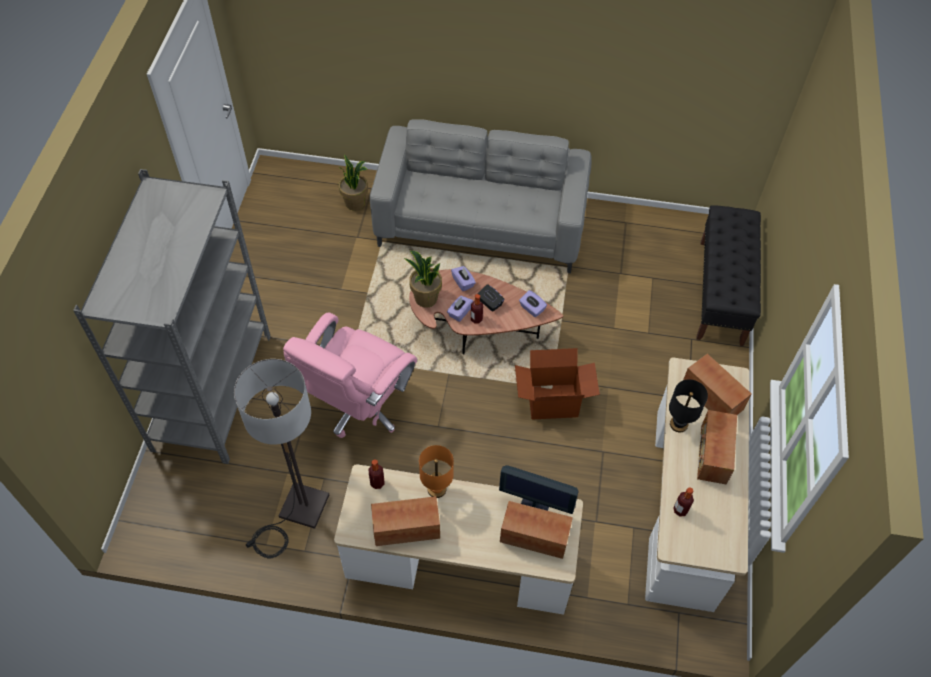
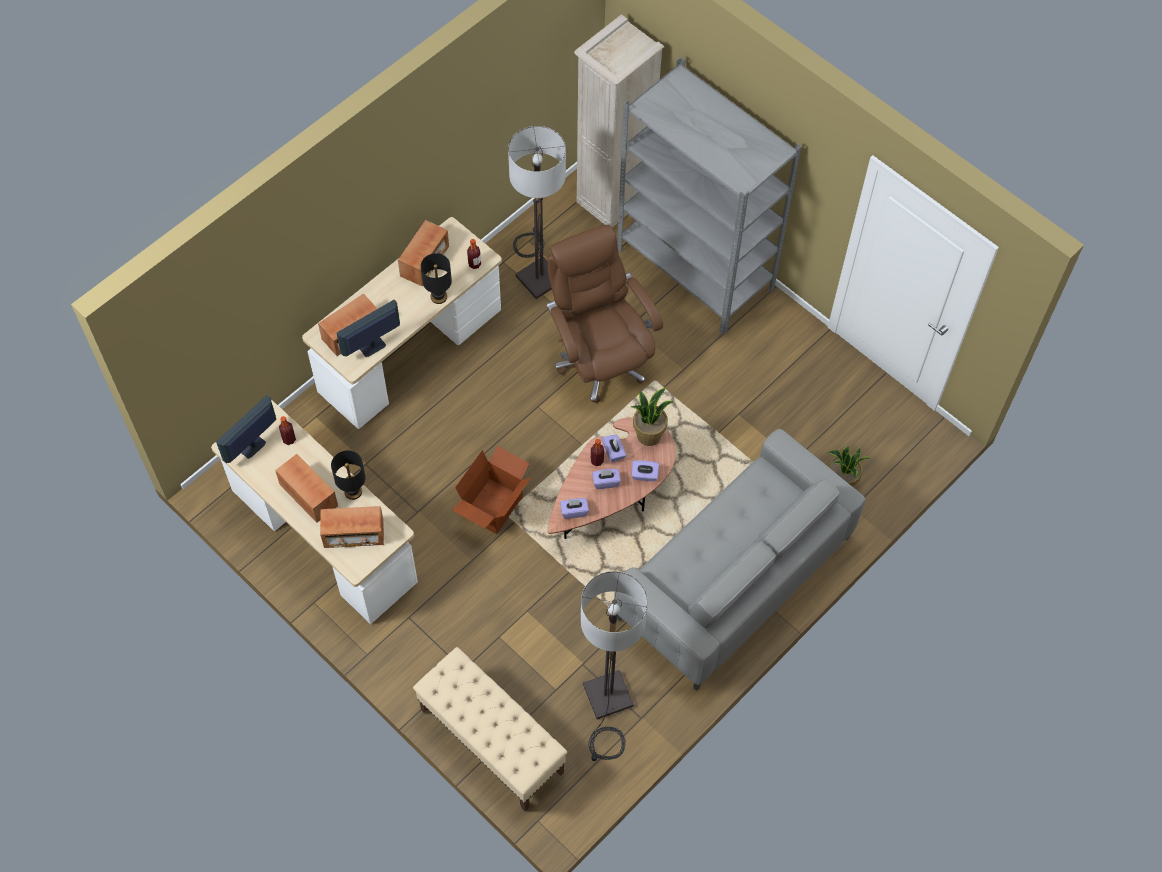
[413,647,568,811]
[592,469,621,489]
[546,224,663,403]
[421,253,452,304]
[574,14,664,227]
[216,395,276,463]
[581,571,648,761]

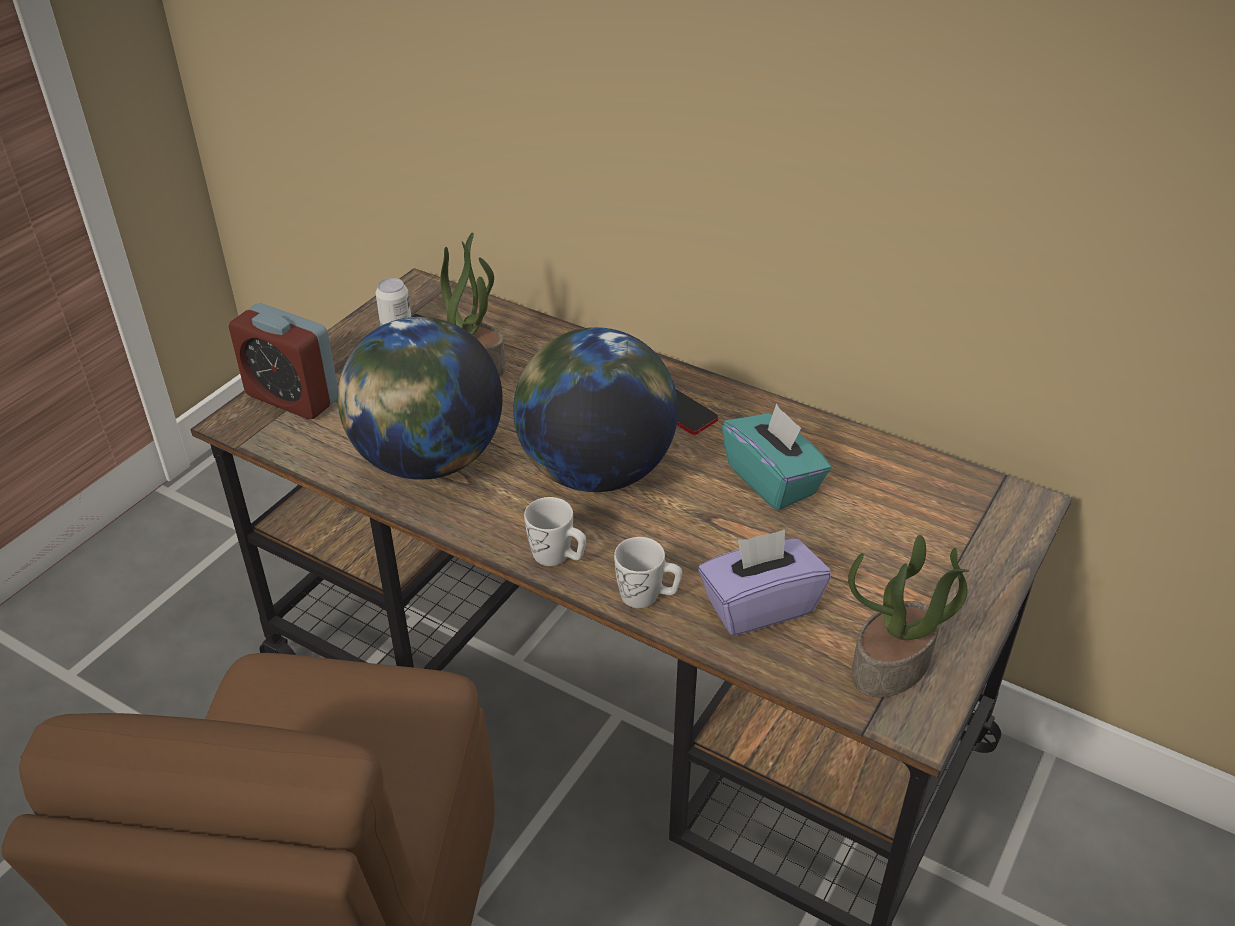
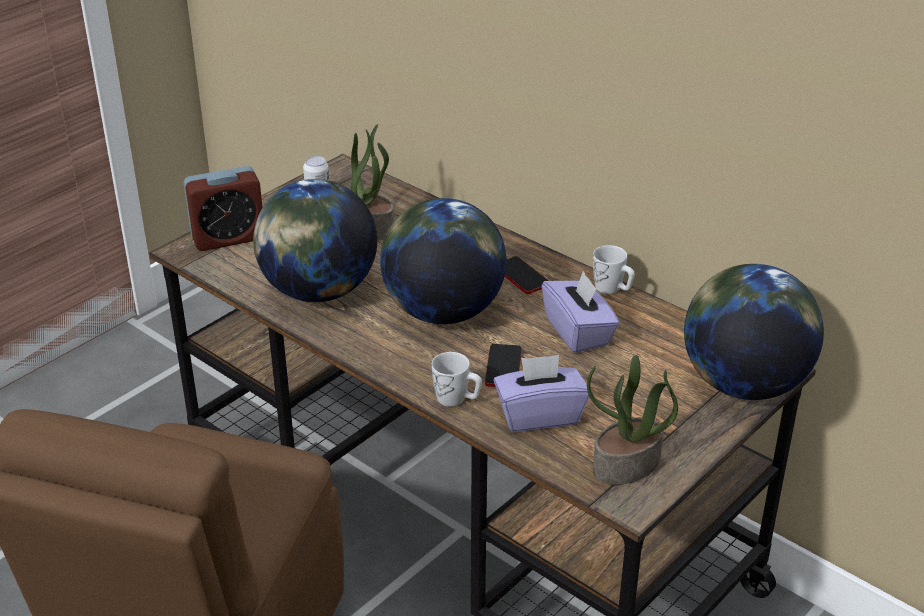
[184,166,263,251]
[542,270,619,353]
[593,245,635,294]
[684,264,824,400]
[485,344,522,387]

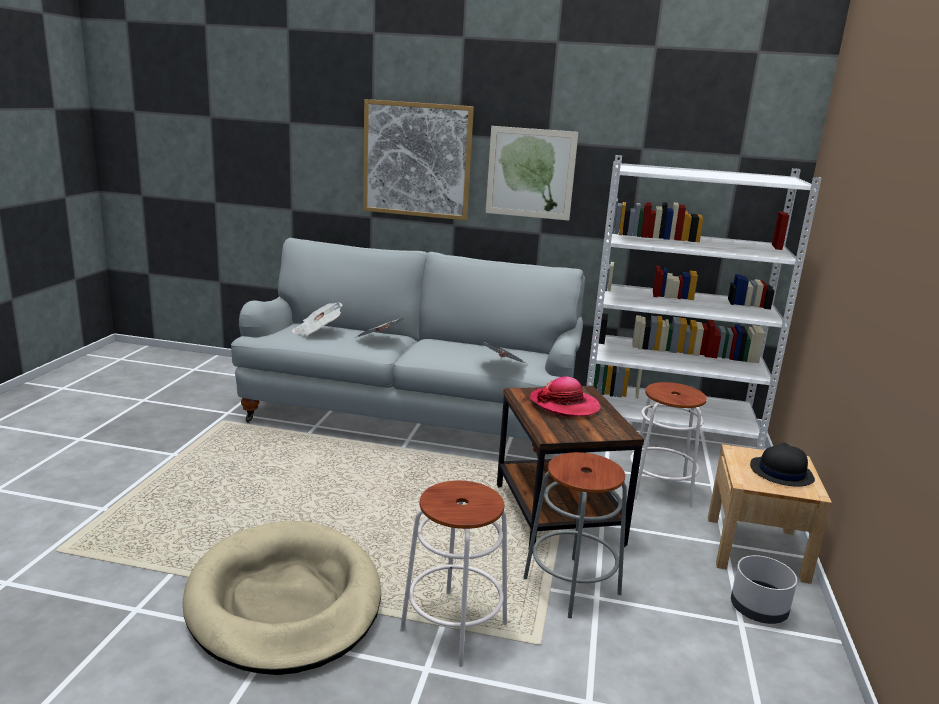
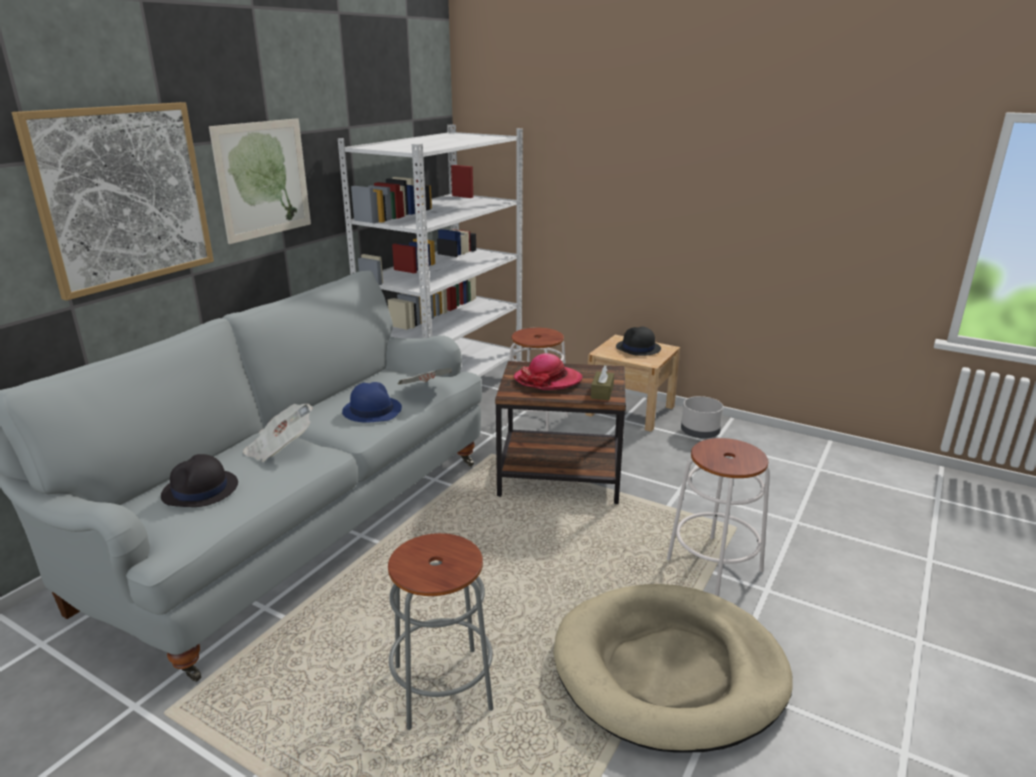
[161,454,238,507]
[388,533,493,730]
[591,365,614,400]
[342,382,402,422]

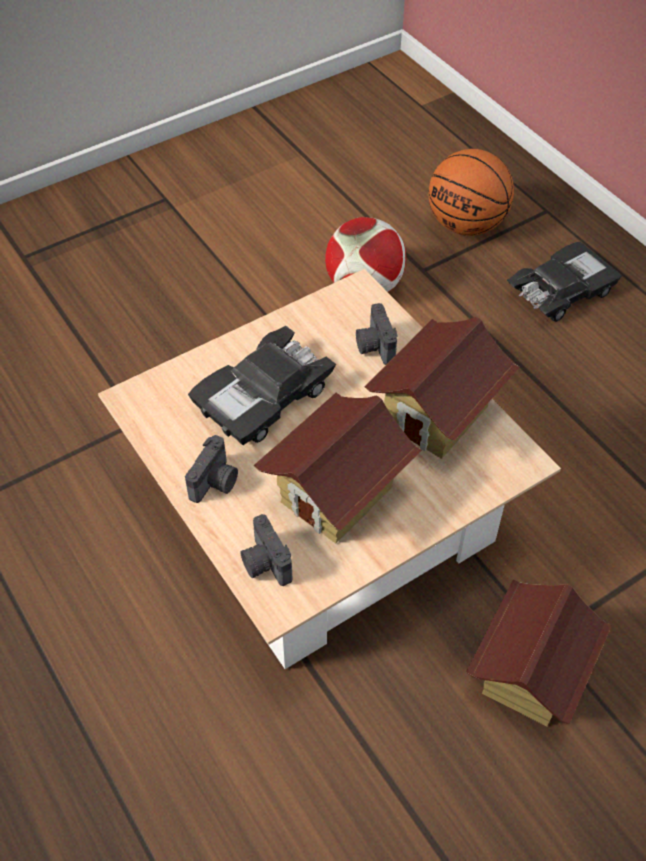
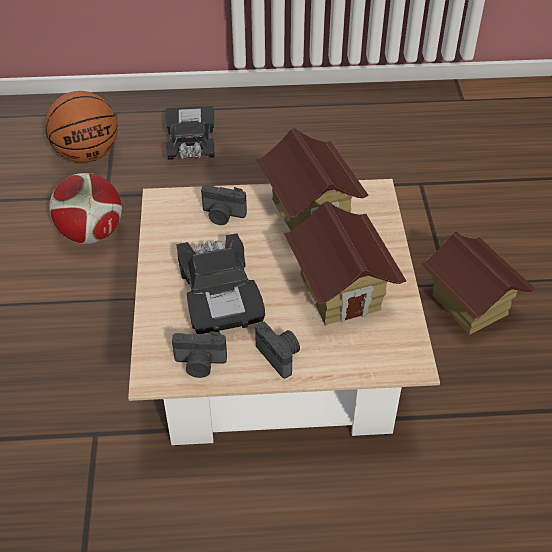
[172,331,227,378]

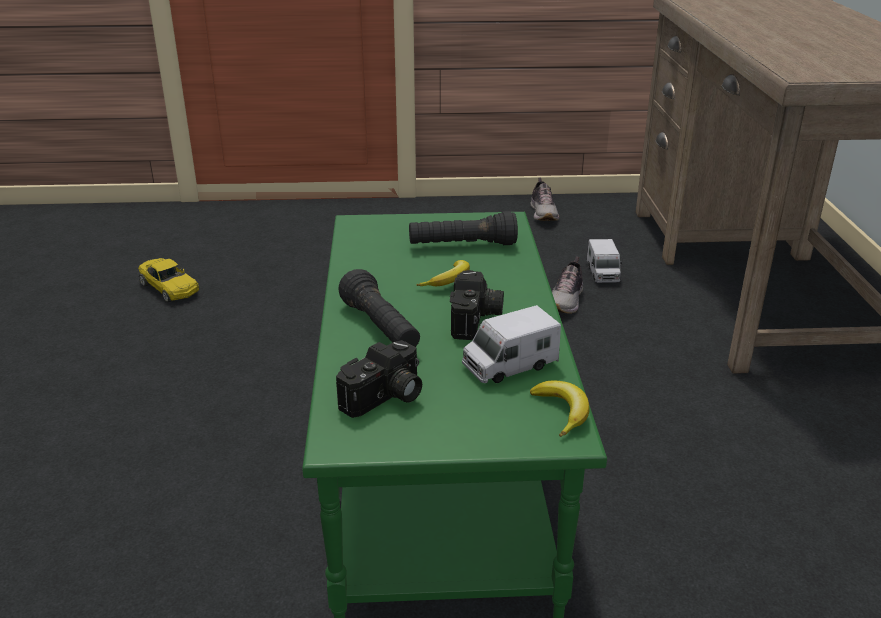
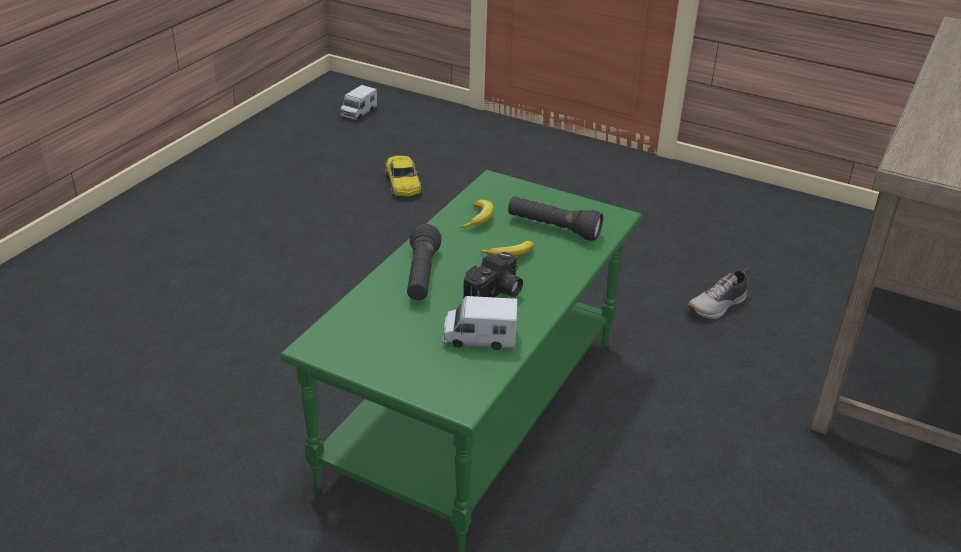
[531,177,559,221] (first image)
[340,85,378,120]
[336,340,422,418] (first image)
[460,200,494,228]

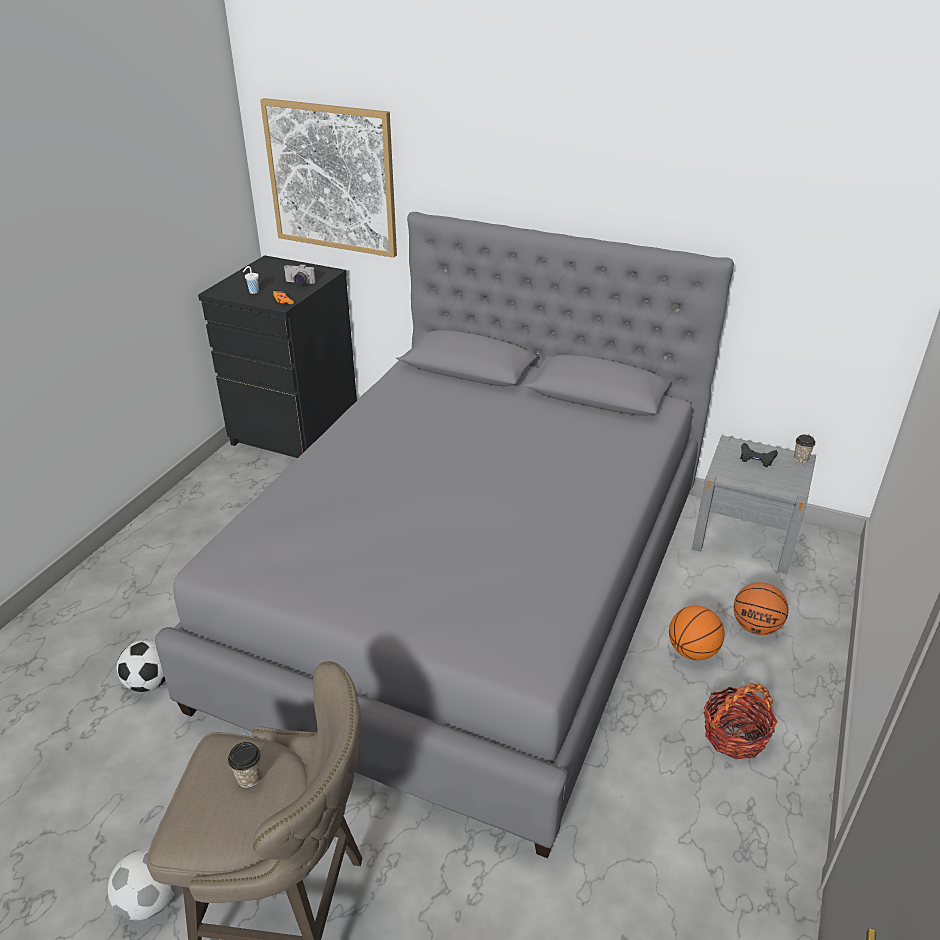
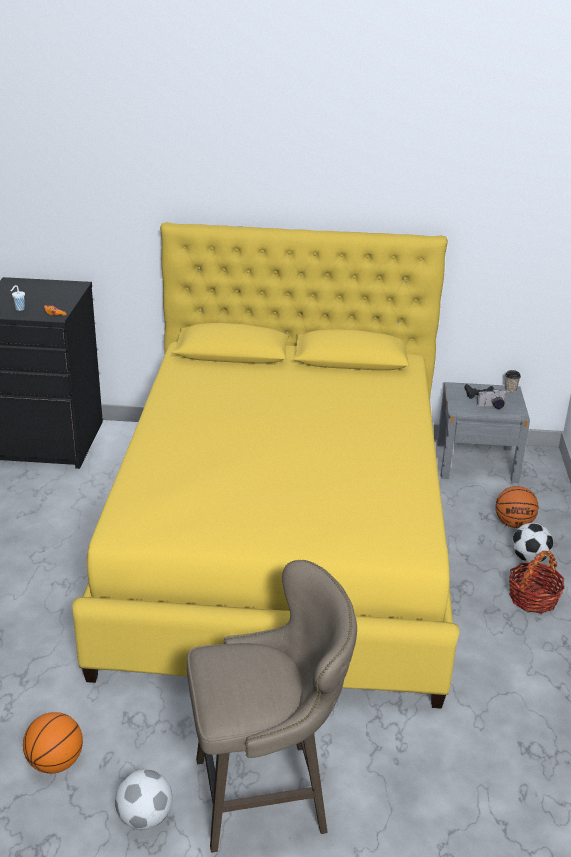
[260,98,397,258] (first image)
[72,222,460,709]
[477,389,506,409]
[23,712,83,774]
[512,523,554,562]
[228,742,261,788] (first image)

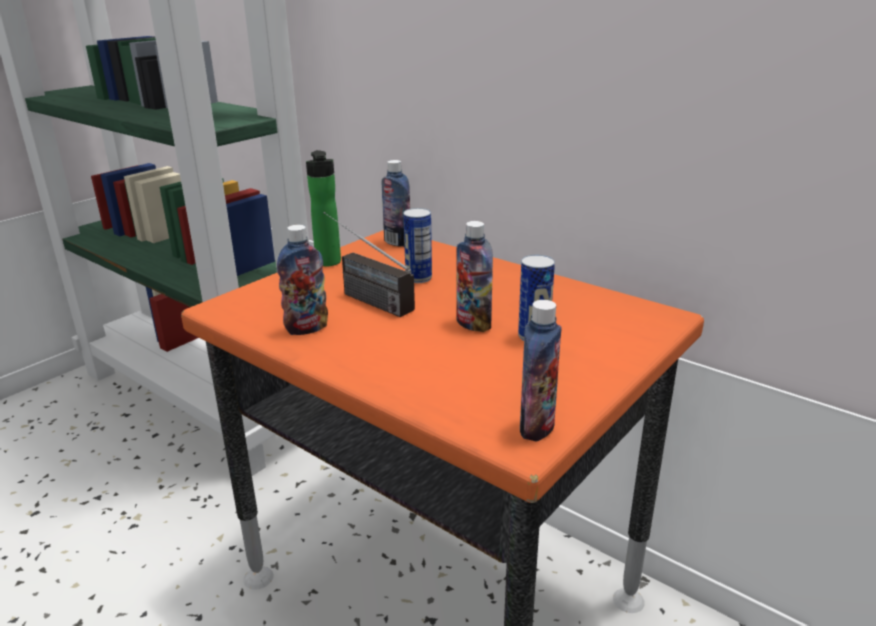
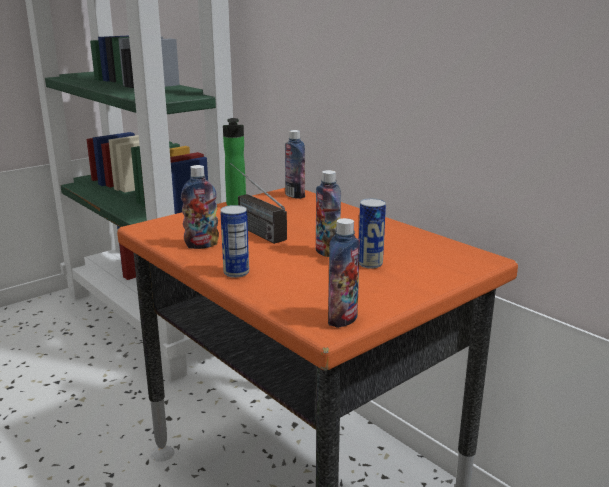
[220,205,249,278]

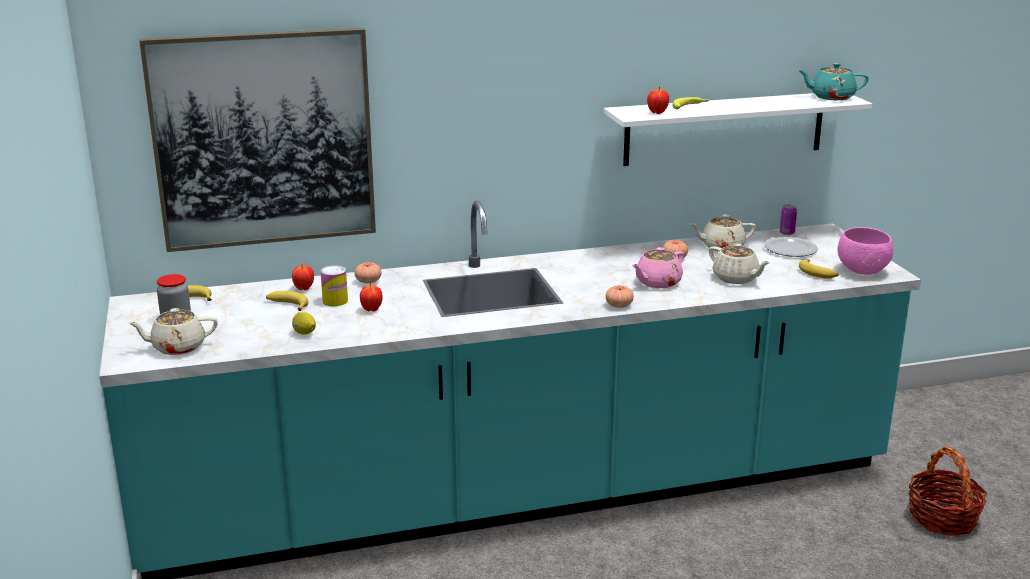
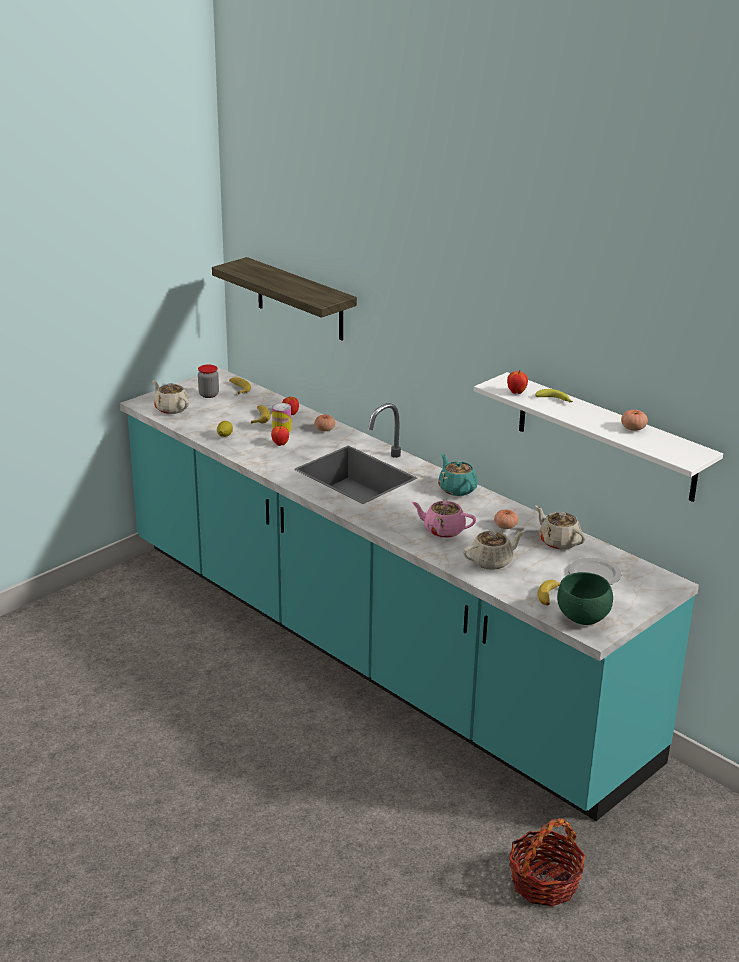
[212,257,357,341]
[438,454,478,496]
[780,204,797,235] (first image)
[557,572,613,625]
[463,530,525,570]
[621,410,648,431]

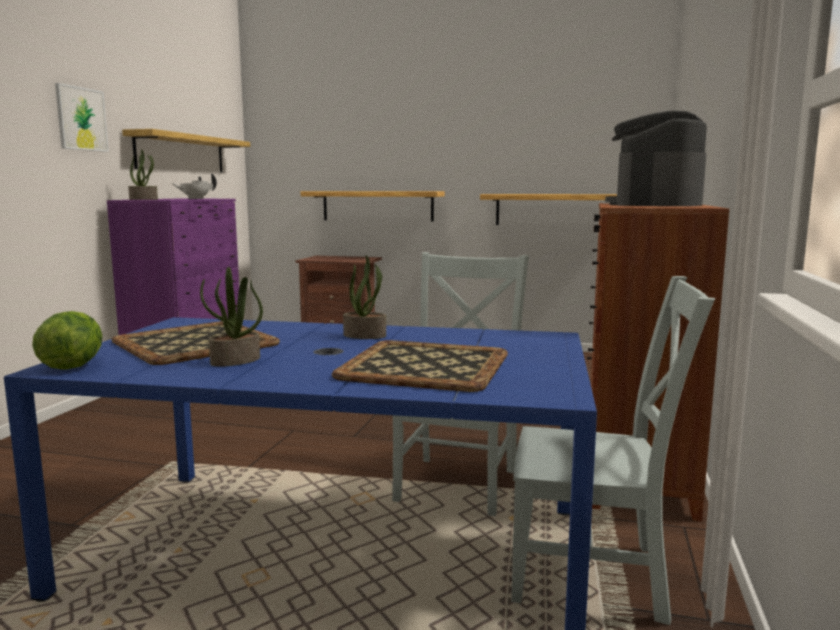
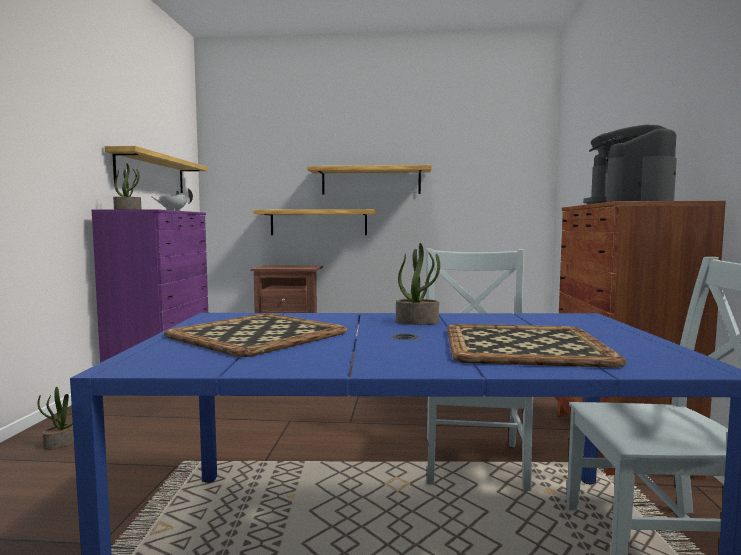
[55,83,109,152] (first image)
[307,165,432,194]
[37,387,74,450]
[32,311,102,369] (first image)

